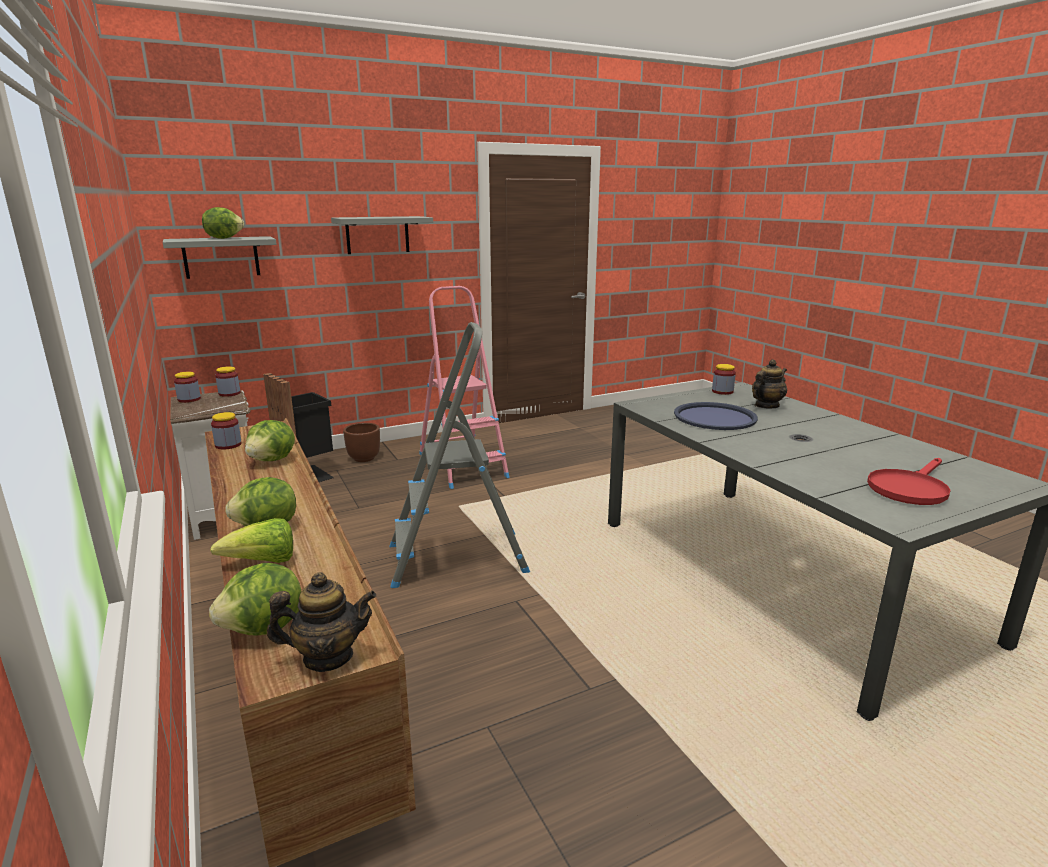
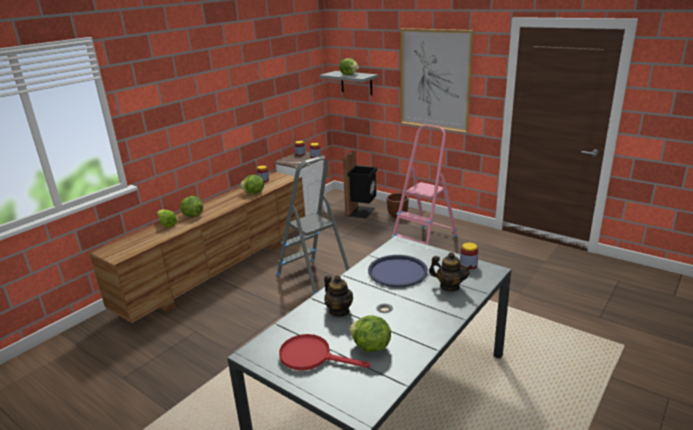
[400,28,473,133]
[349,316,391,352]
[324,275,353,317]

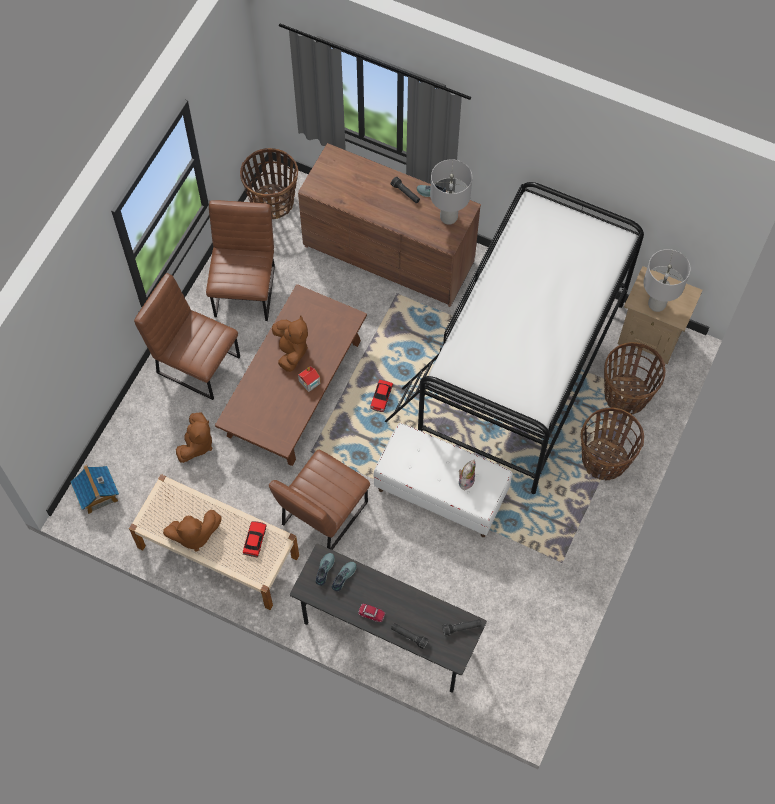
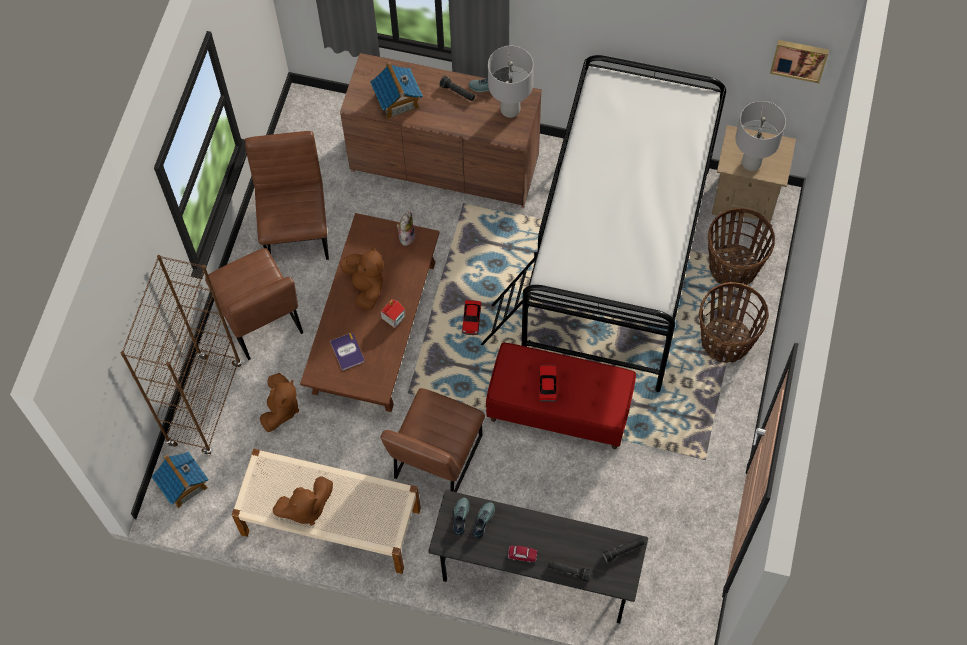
[240,148,298,219] (first image)
[205,248,303,360]
[486,343,636,449]
[397,211,415,246]
[539,365,557,402]
[770,40,829,83]
[370,62,423,119]
[120,255,242,455]
[330,333,364,371]

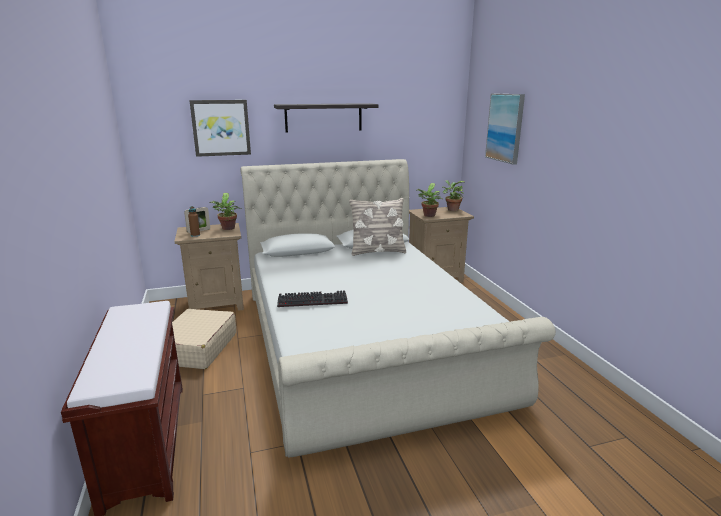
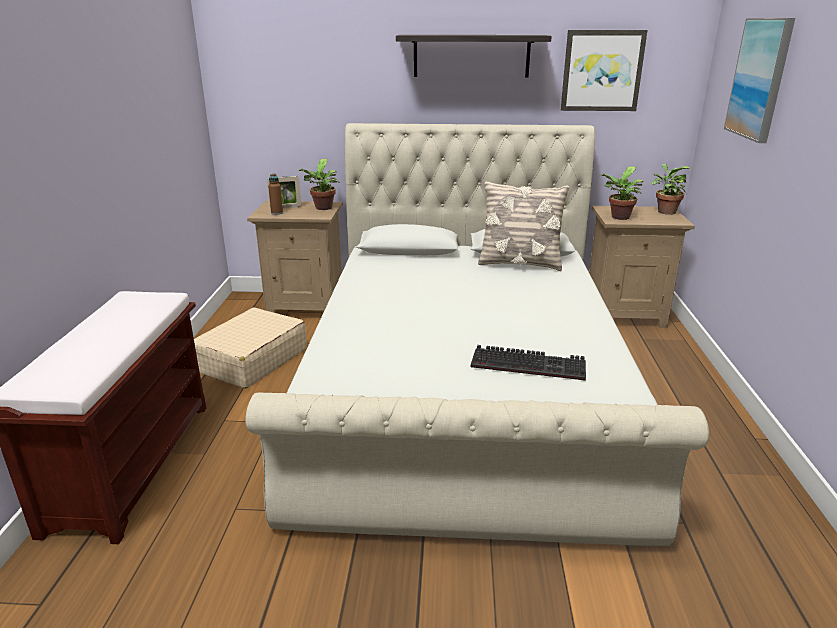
[561,30,648,111]
[471,345,586,381]

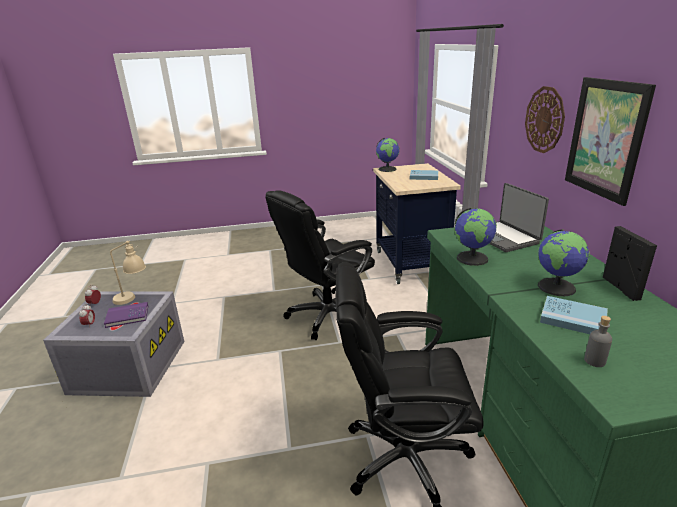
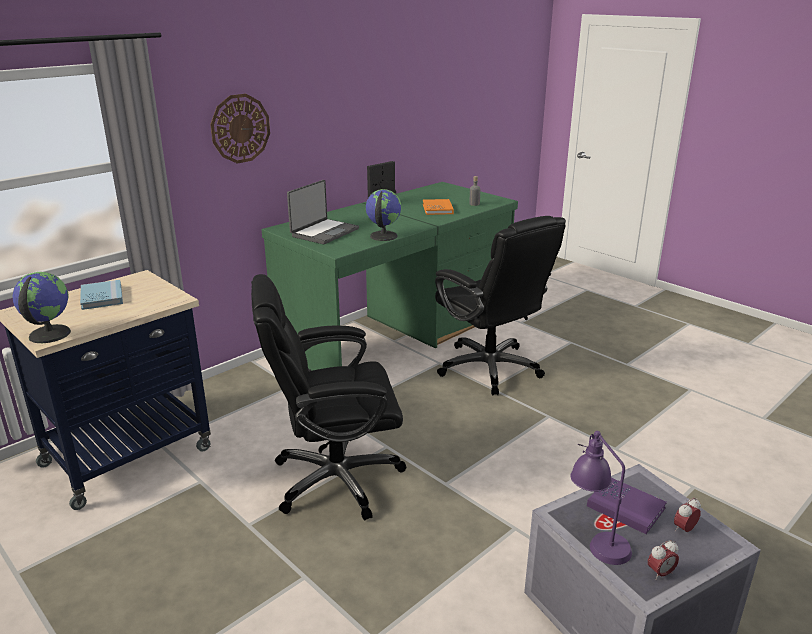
[565,77,656,206] (first image)
[251,274,407,520]
[538,229,590,296] (first image)
[571,431,632,565]
[423,199,454,215]

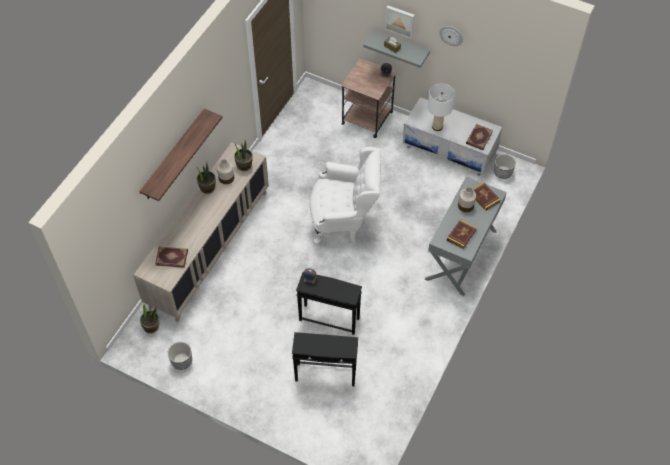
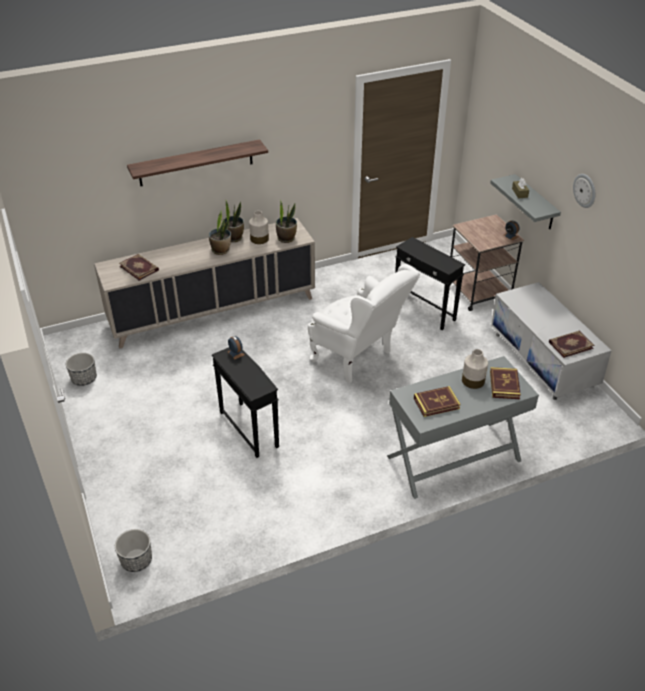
[385,6,415,39] (first image)
[428,84,455,131] (first image)
[115,529,152,572]
[209,211,231,255]
[395,237,465,330]

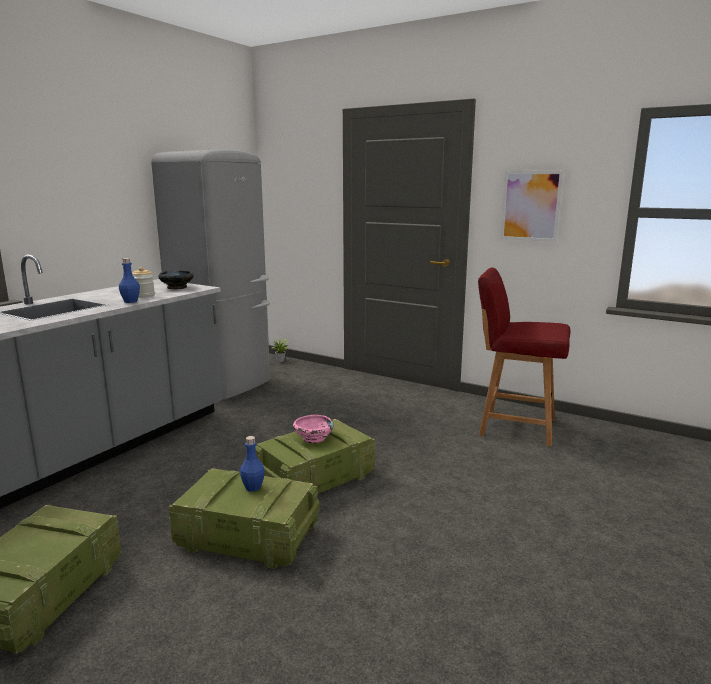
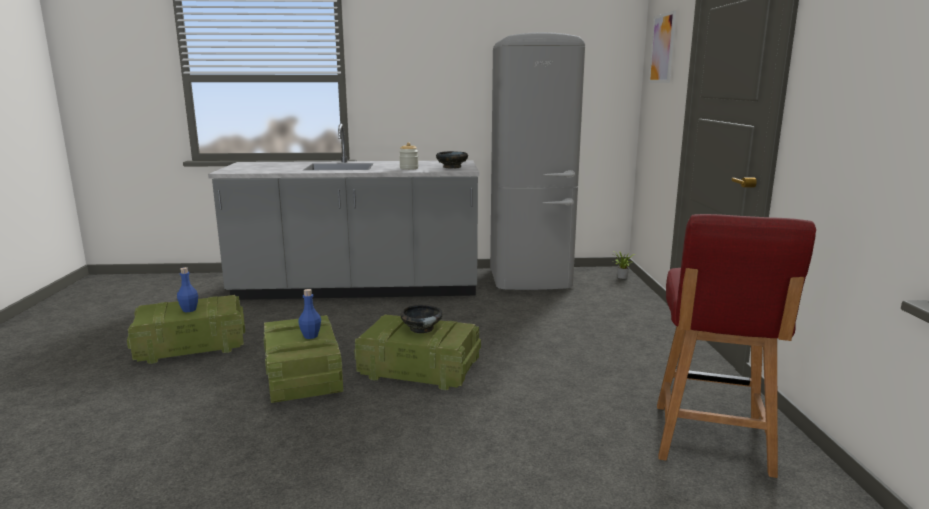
[649,11,676,83]
[177,267,198,312]
[657,214,816,478]
[400,305,442,334]

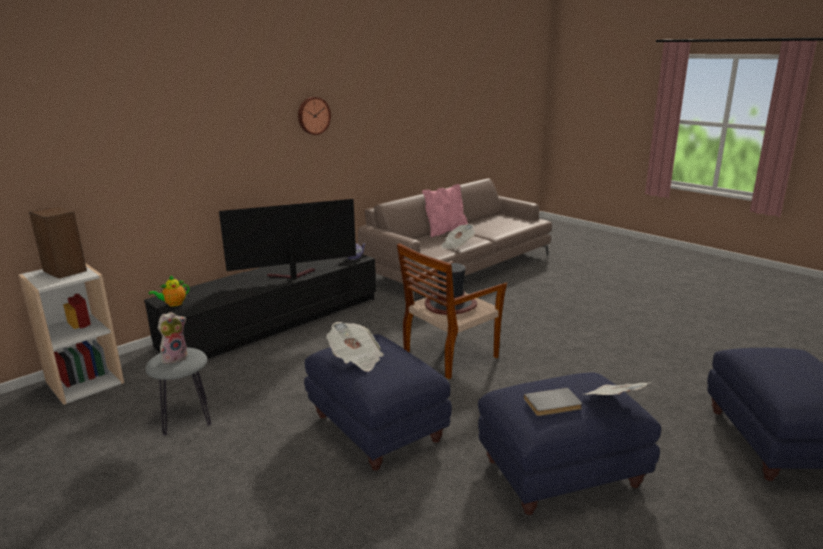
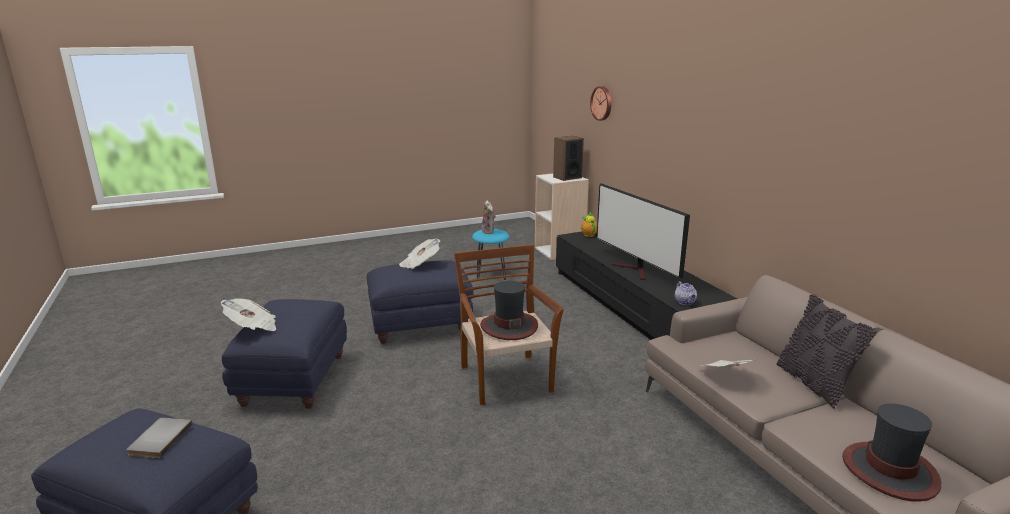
[590,86,612,121]
[776,294,877,409]
[596,183,690,280]
[472,229,509,280]
[126,418,193,458]
[842,404,941,502]

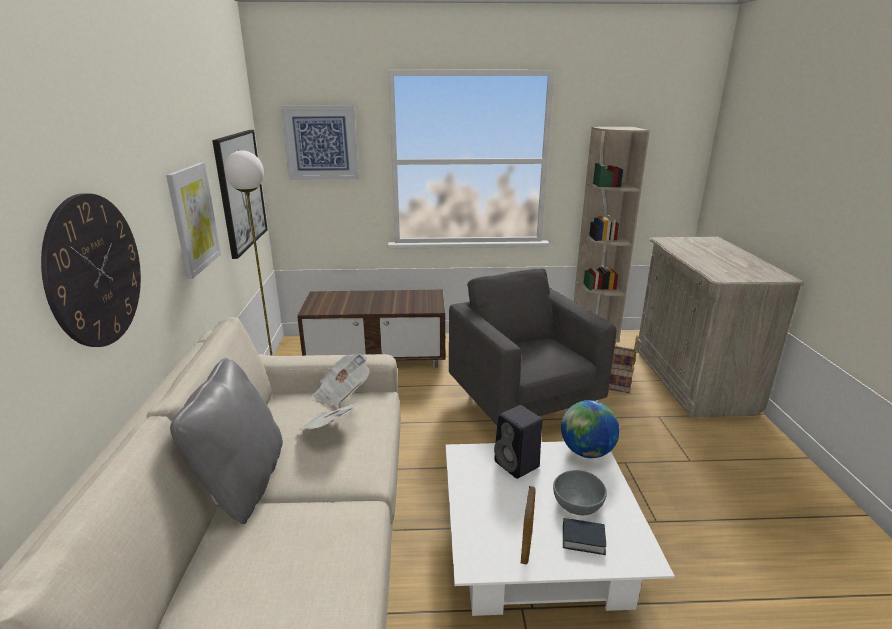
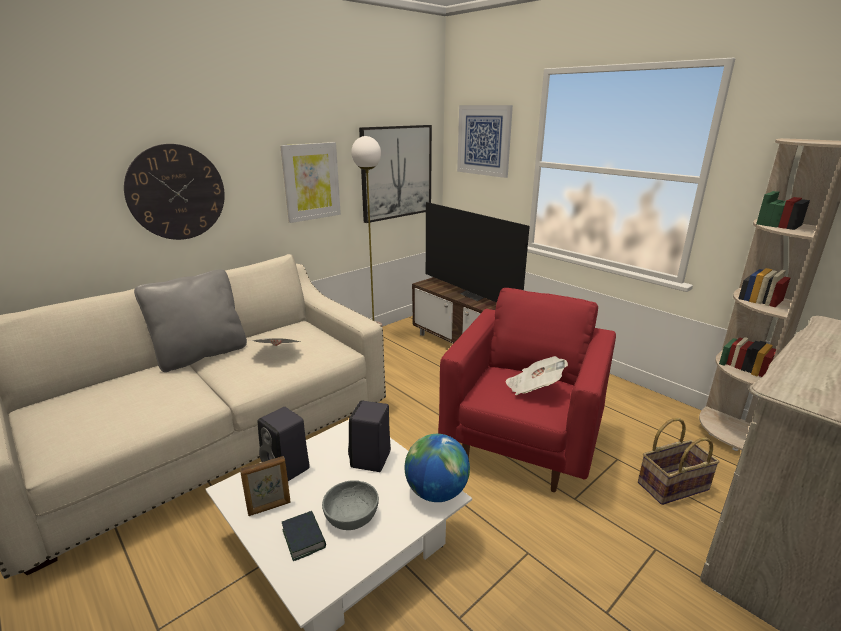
[438,288,616,492]
[506,356,568,395]
[426,202,530,302]
[258,407,310,481]

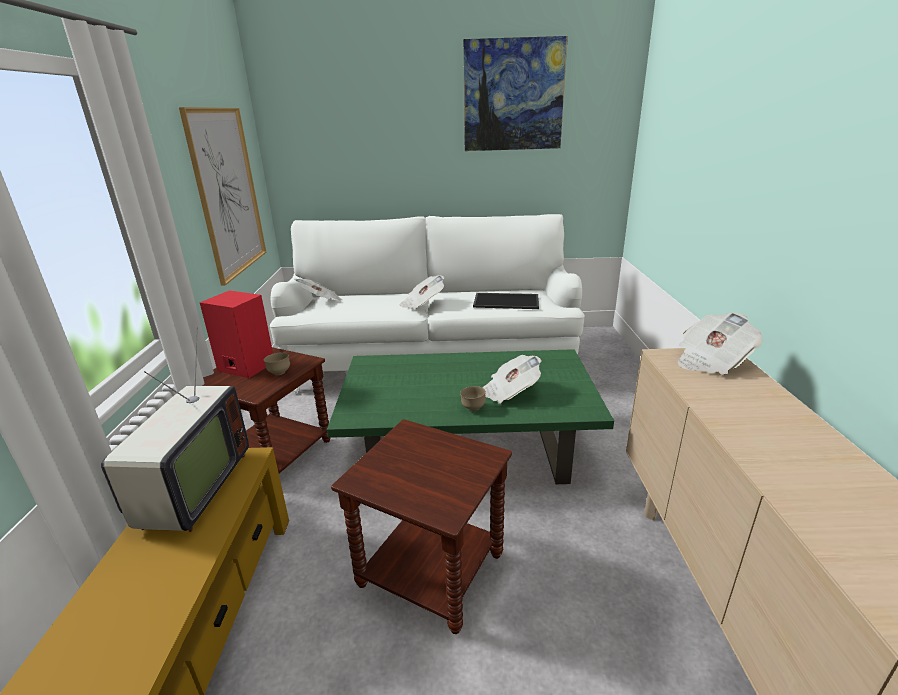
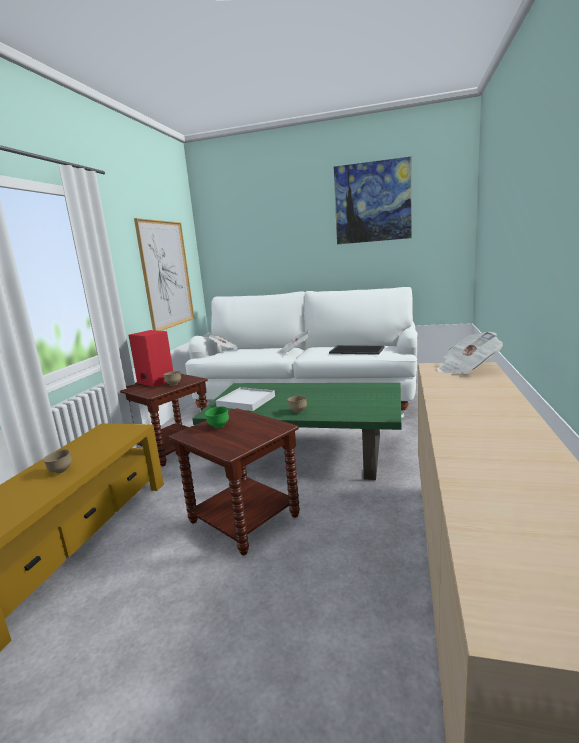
[101,328,249,532] (first image)
[482,355,542,404] (first image)
[216,387,275,411]
[205,407,229,428]
[43,449,72,473]

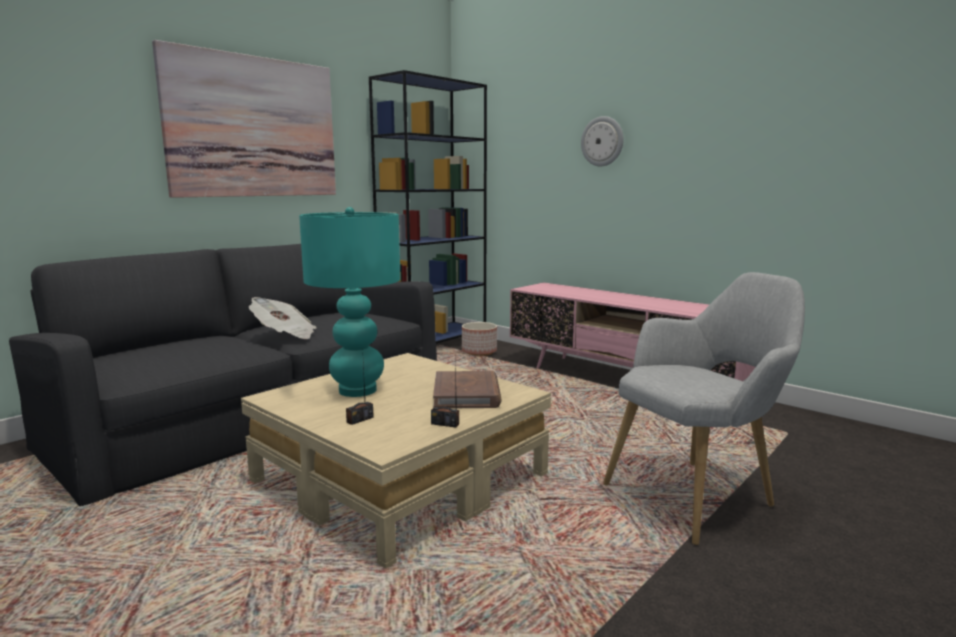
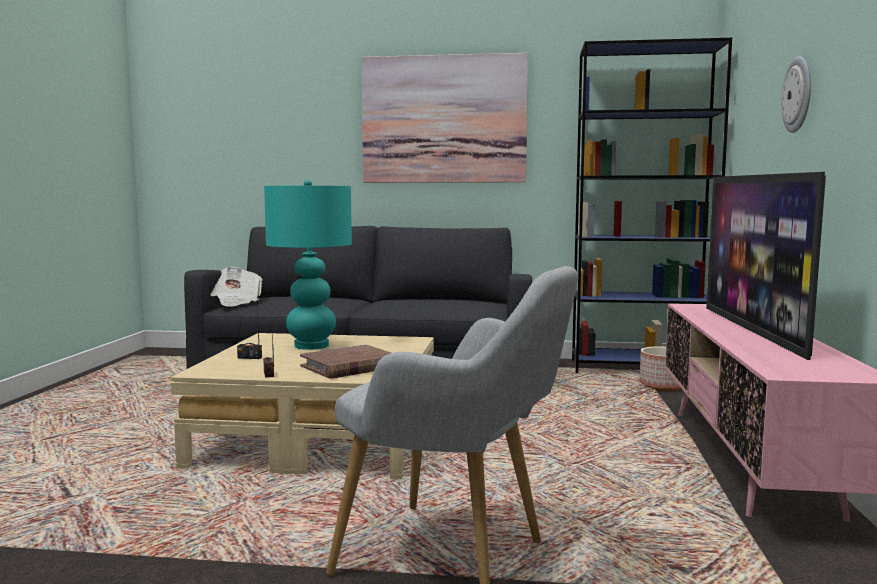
[210,267,262,307]
[706,172,826,360]

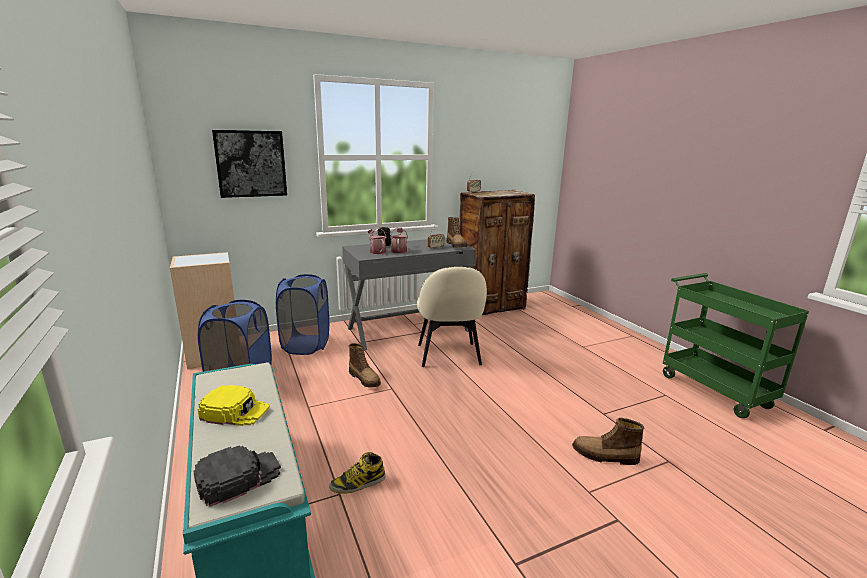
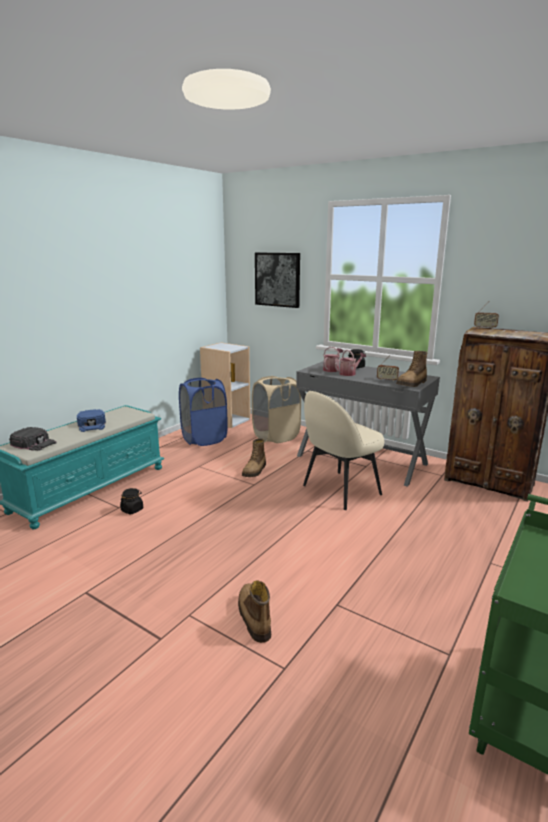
[252,376,301,443]
[77,409,106,432]
[120,488,143,514]

